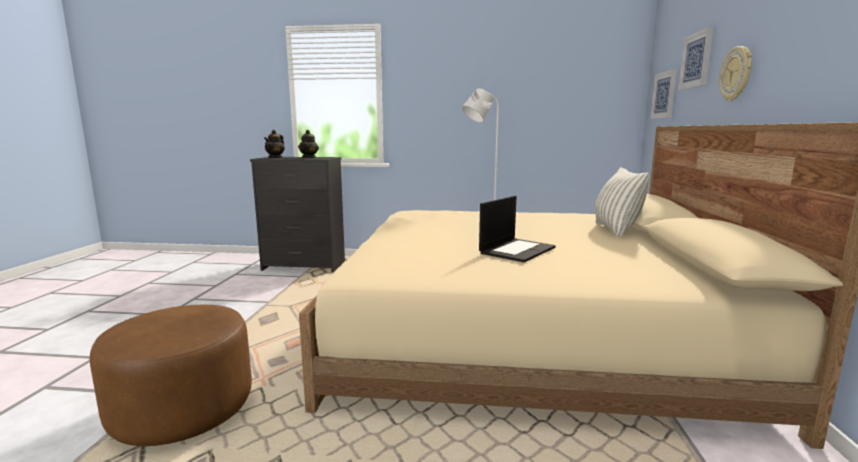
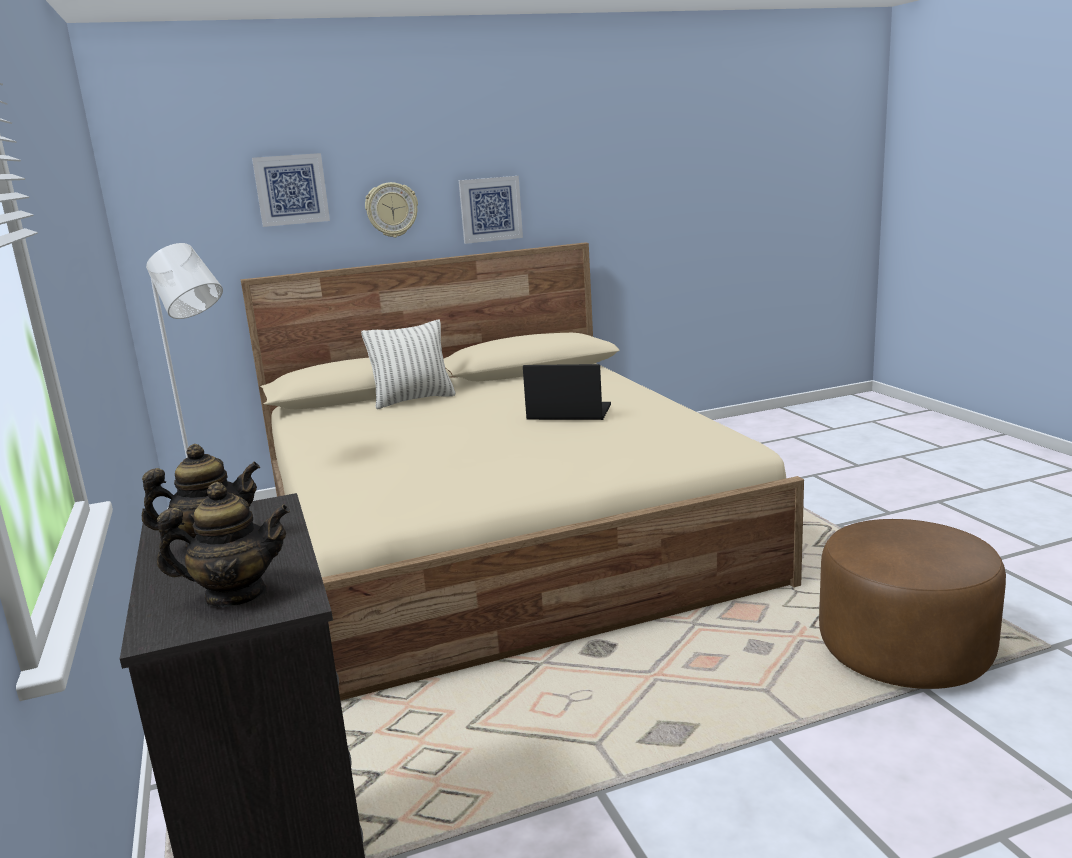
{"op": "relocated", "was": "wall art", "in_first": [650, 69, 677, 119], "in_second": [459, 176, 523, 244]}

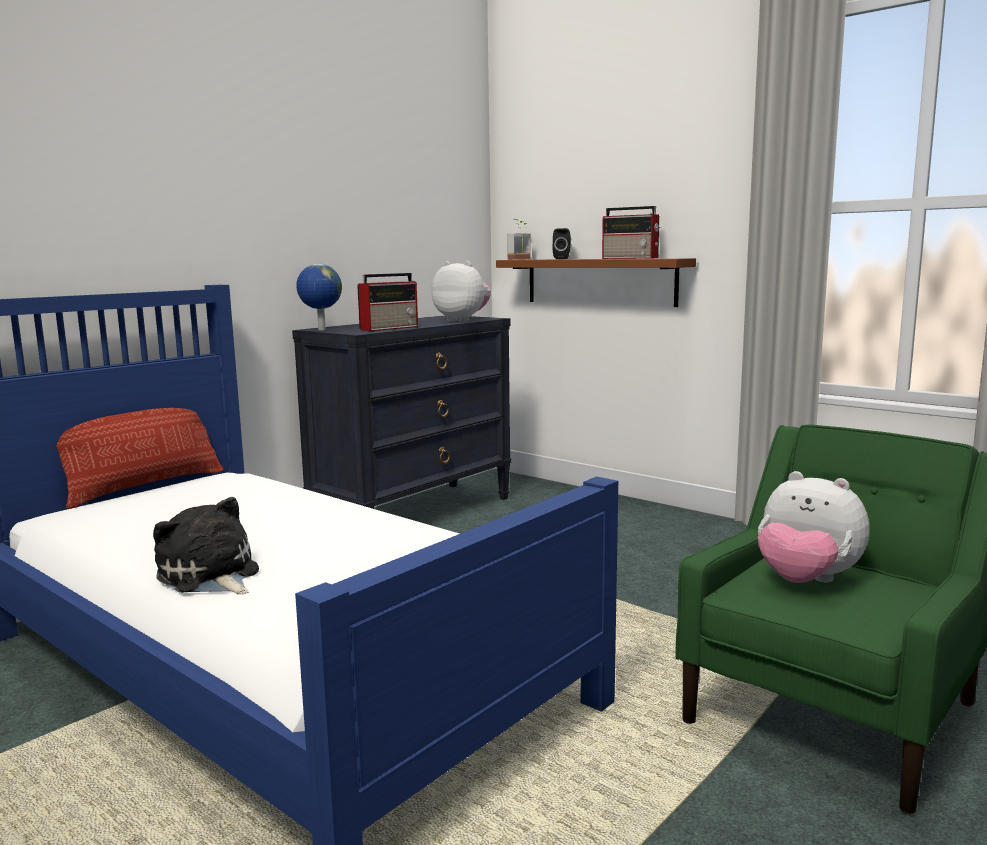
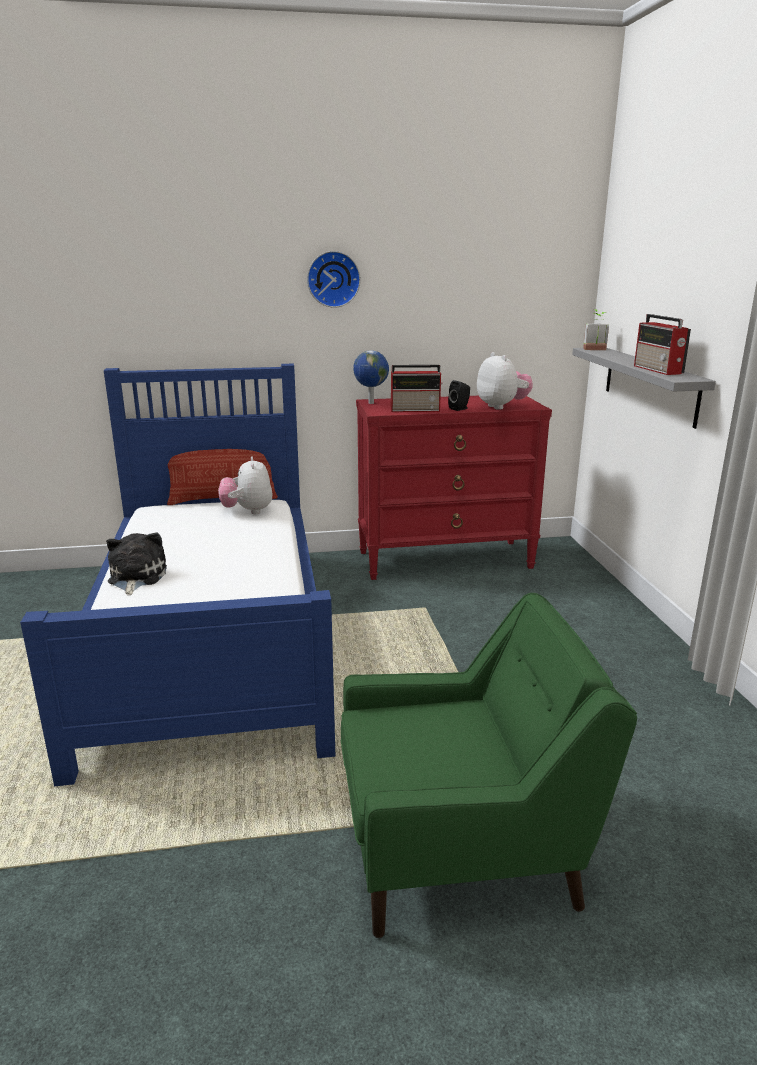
{"op": "appeared", "now": "hanging clock", "in_second": [307, 251, 361, 308]}
{"op": "relocated", "was": "blackish speaker", "in_first": [553, 228, 571, 259], "in_second": [448, 380, 470, 411]}
{"op": "relocated", "was": "soft toy", "in_first": [758, 471, 870, 583], "in_second": [218, 456, 272, 514]}
{"op": "colour", "was": "blackish drawer chest", "now": "red drawer chest", "in_first": [292, 315, 512, 509], "in_second": [356, 396, 552, 580]}
{"op": "colour", "was": "brownish shelf", "now": "greyish shelf", "in_first": [496, 258, 696, 307], "in_second": [572, 348, 716, 429]}

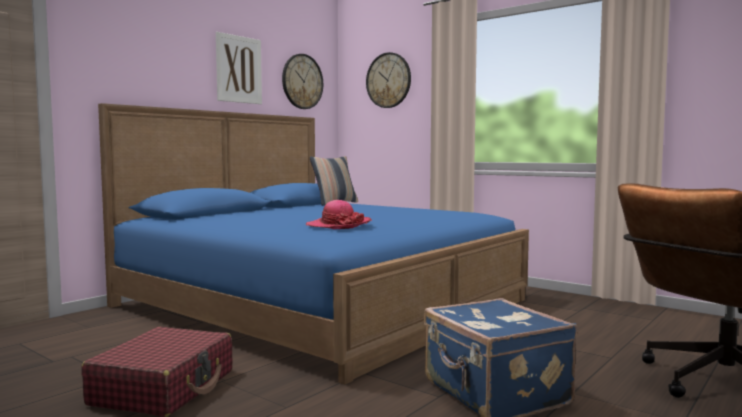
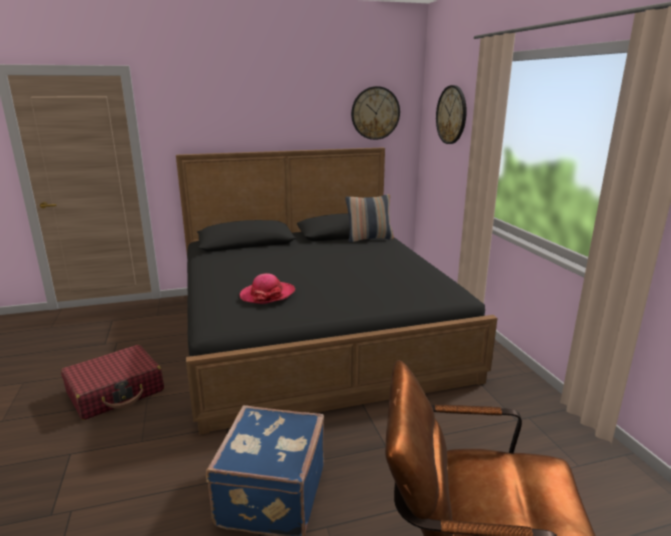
{"op": "missing", "was": "wall art", "in_first": [216, 32, 262, 104]}
{"op": "colour", "was": "blue sleeping bed", "now": "blackish sleeping bed", "in_first": [98, 103, 529, 385], "in_second": [176, 147, 498, 435]}

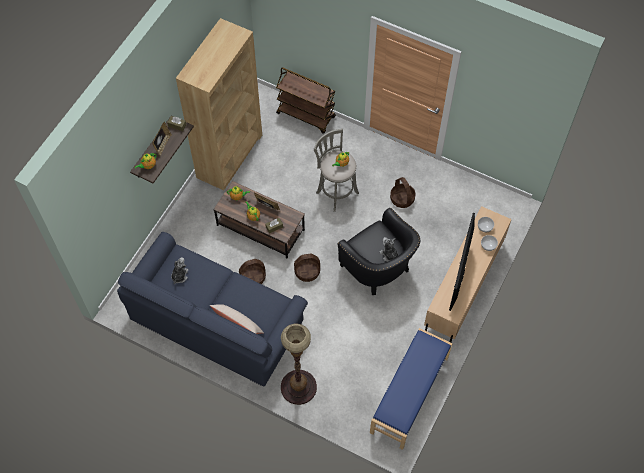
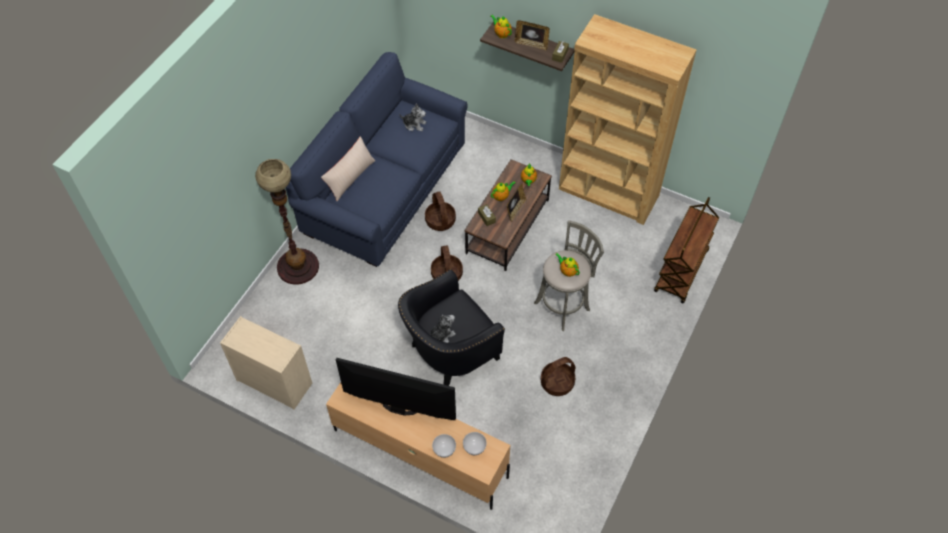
{"op": "exchanged", "was": "blue indoor bench", "now": "beige drawer chest", "in_first": [370, 328, 453, 450], "in_second": [220, 316, 312, 410]}

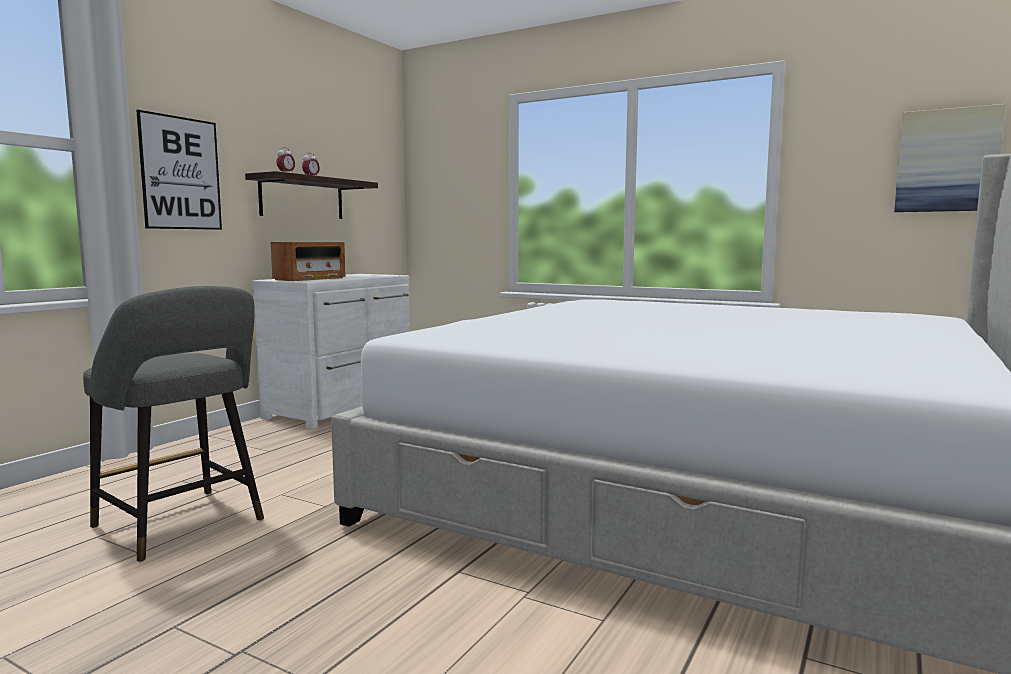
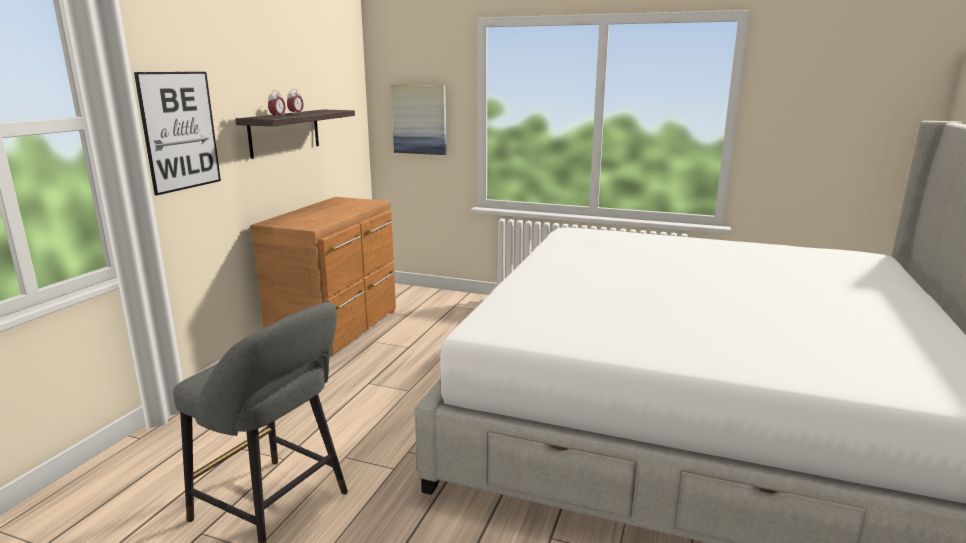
{"op": "missing", "was": "radio", "in_first": [271, 242, 345, 281]}
{"op": "relocated", "was": "wall art", "in_first": [894, 104, 1006, 212], "in_second": [391, 85, 447, 155]}
{"op": "colour", "was": "whitish drawer chest", "now": "brownish drawer chest", "in_first": [252, 274, 410, 428], "in_second": [250, 197, 396, 355]}

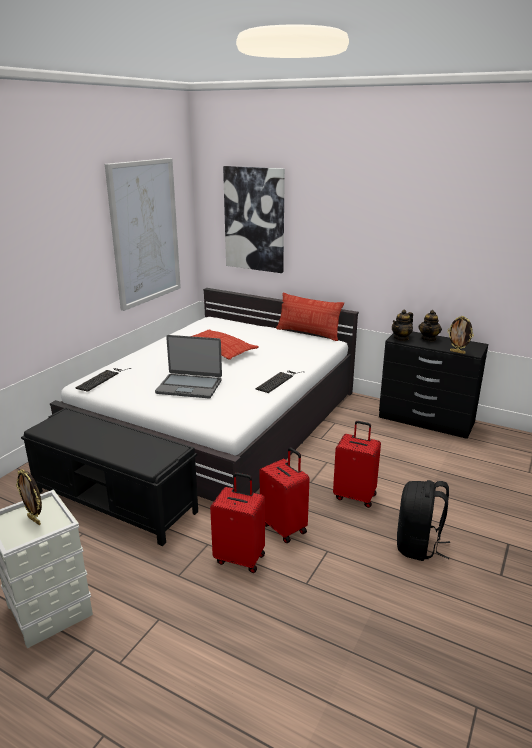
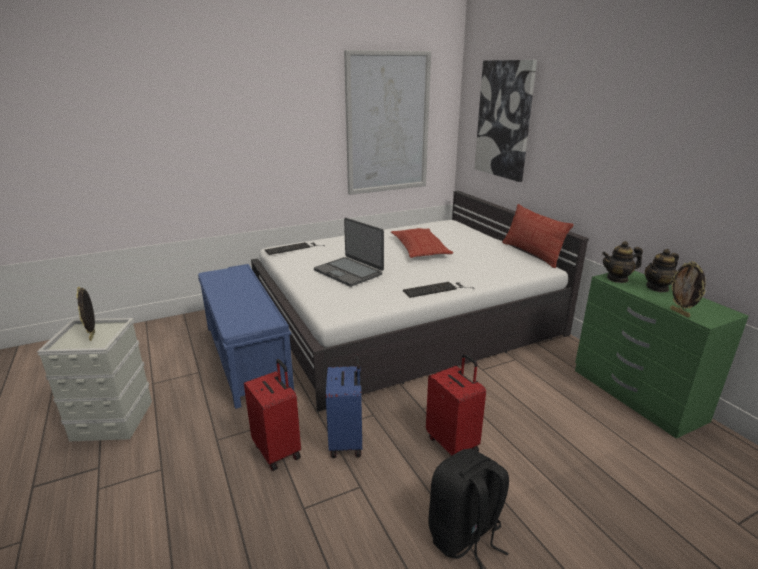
{"op": "colour", "was": "blackish indoor bench", "now": "blue indoor bench", "in_first": [21, 407, 198, 546], "in_second": [198, 264, 294, 409]}
{"op": "colour", "was": "red travel case", "now": "blue travel case", "in_first": [260, 447, 309, 543], "in_second": [326, 355, 362, 458]}
{"op": "colour", "was": "blackish drawer chest", "now": "greenish drawer chest", "in_first": [379, 331, 488, 439], "in_second": [575, 270, 749, 439]}

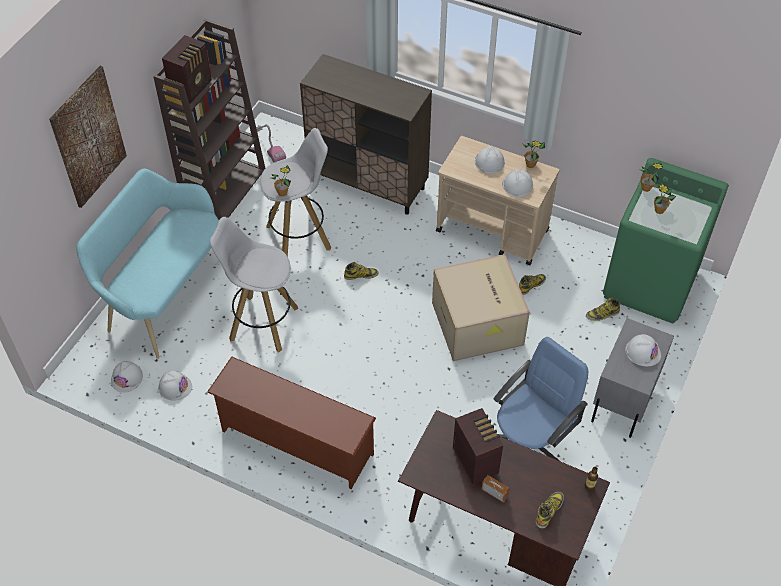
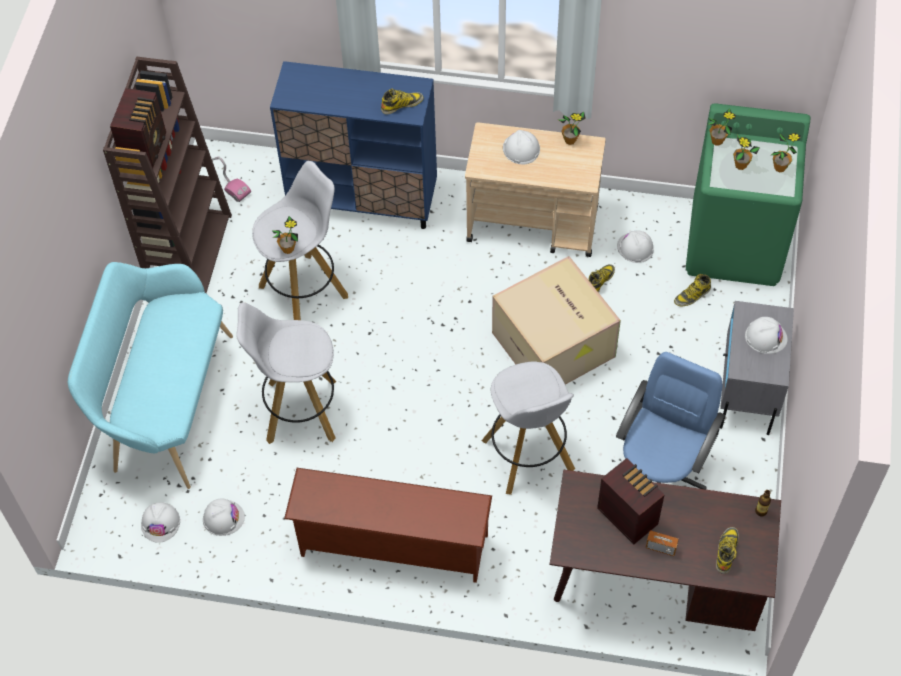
{"op": "missing", "was": "wall art", "in_first": [49, 66, 127, 208]}
{"op": "appeared", "now": "whitish sitting stool", "in_second": [482, 362, 575, 495]}
{"op": "appeared", "now": "plant in a pot", "in_second": [771, 133, 801, 172]}
{"op": "relocated", "was": "high-top boot", "in_first": [344, 262, 379, 280], "in_second": [381, 88, 424, 114]}
{"op": "relocated", "was": "whitish hard hat", "in_first": [502, 169, 533, 197], "in_second": [617, 230, 654, 263]}
{"op": "colour", "was": "brownish cupboard", "now": "blue cupboard", "in_first": [300, 54, 432, 215], "in_second": [270, 61, 437, 229]}

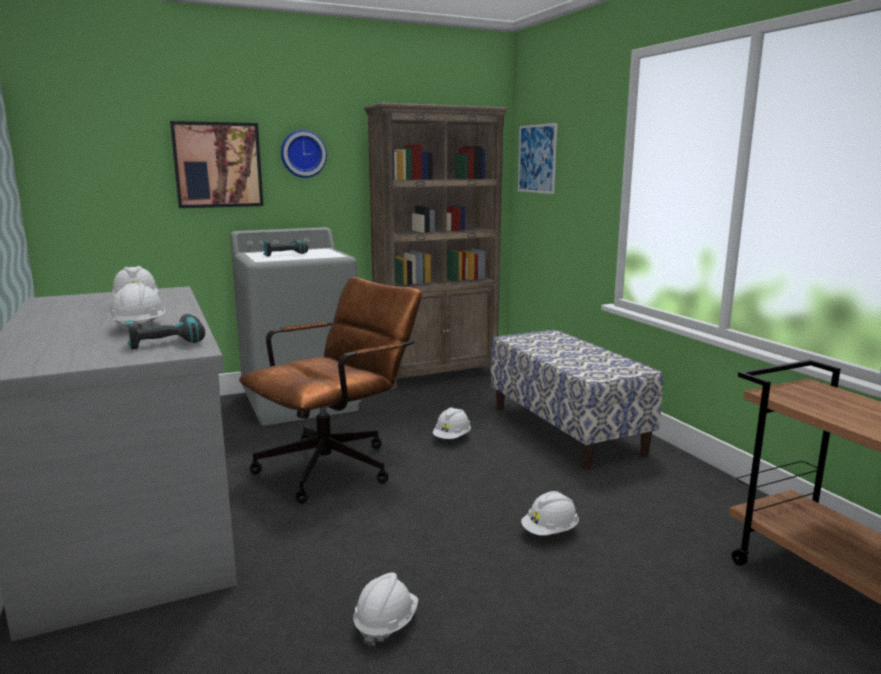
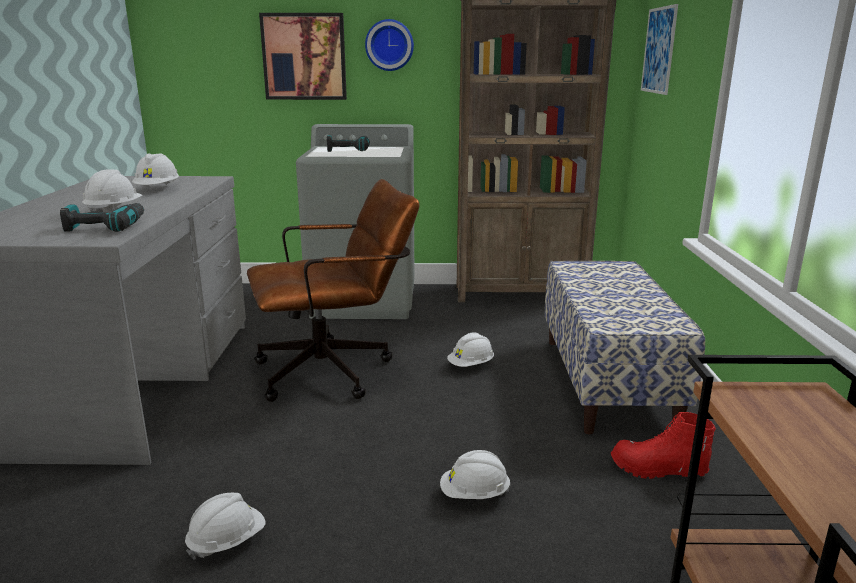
{"op": "appeared", "now": "red high-top boot", "in_second": [611, 412, 716, 479]}

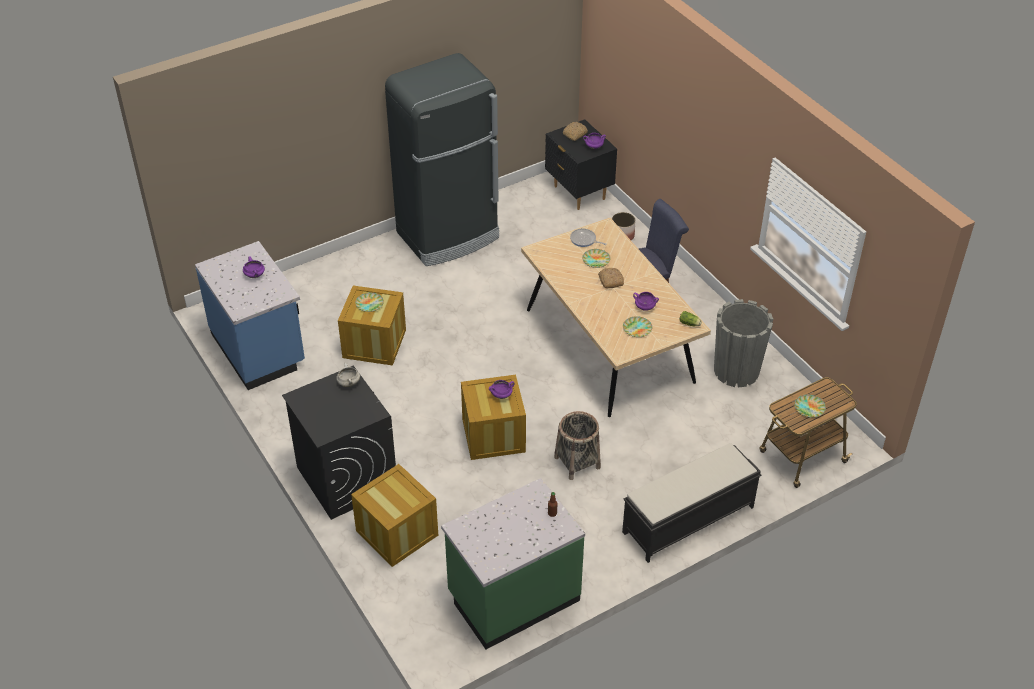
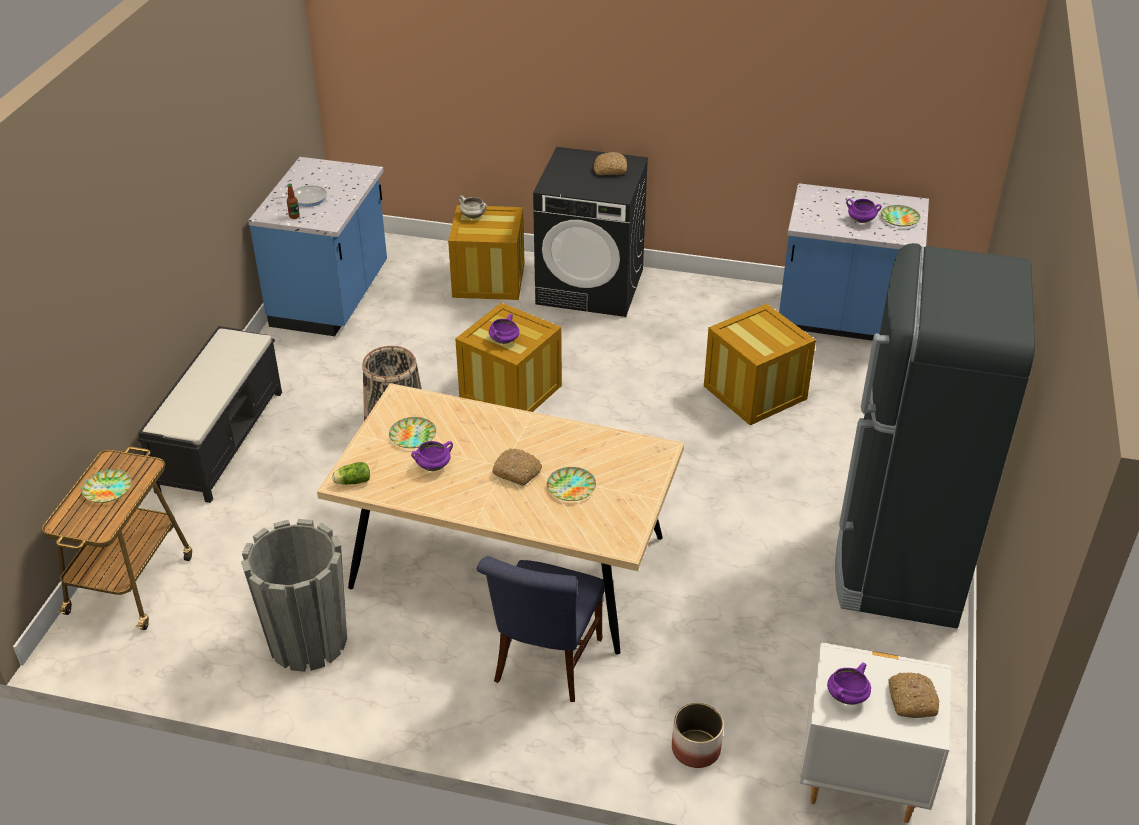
{"op": "appeared", "now": "baked bread", "in_second": [593, 152, 627, 175]}
{"op": "relocated", "was": "whitish cooking pot", "in_first": [336, 363, 360, 387], "in_second": [458, 195, 487, 219]}
{"op": "relocated", "was": "dinner plate", "in_first": [355, 292, 384, 312], "in_second": [881, 205, 920, 227]}
{"op": "relocated", "was": "skillet", "in_first": [570, 229, 607, 247], "in_second": [272, 185, 327, 207]}
{"op": "colour", "was": "greenish counter", "now": "blue counter", "in_first": [441, 478, 585, 649], "in_second": [248, 157, 387, 336]}
{"op": "colour", "was": "blackish night table", "now": "whitish night table", "in_first": [545, 119, 617, 210], "in_second": [800, 642, 951, 823]}

